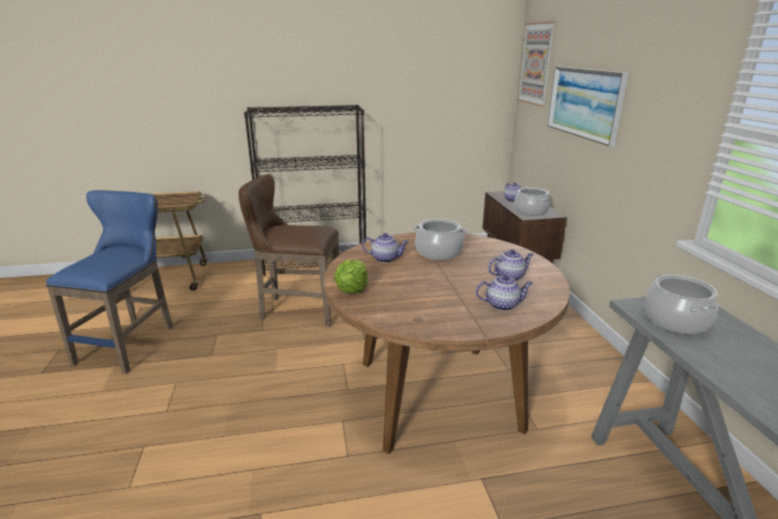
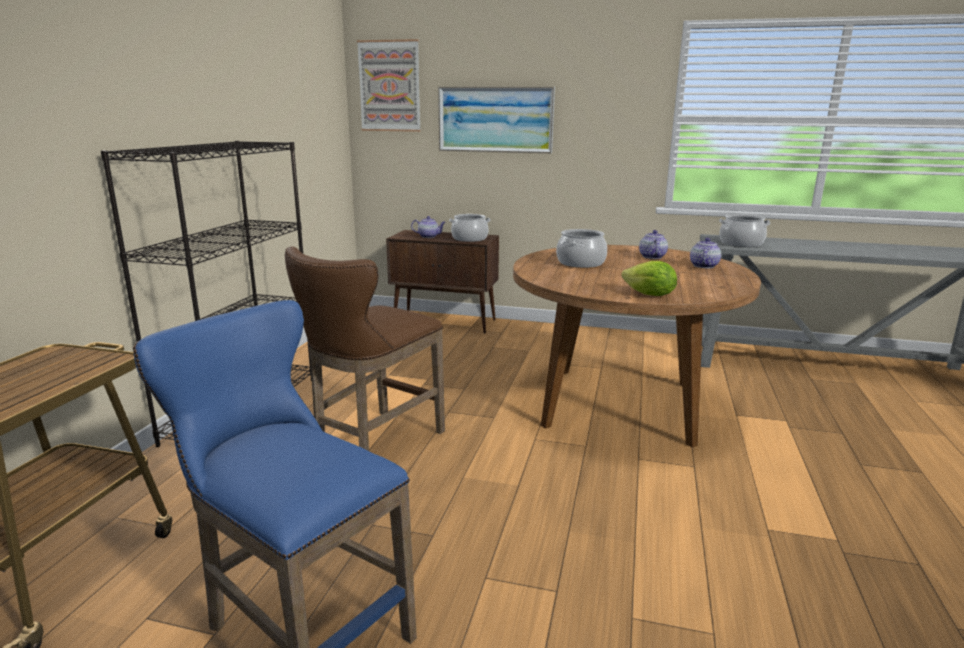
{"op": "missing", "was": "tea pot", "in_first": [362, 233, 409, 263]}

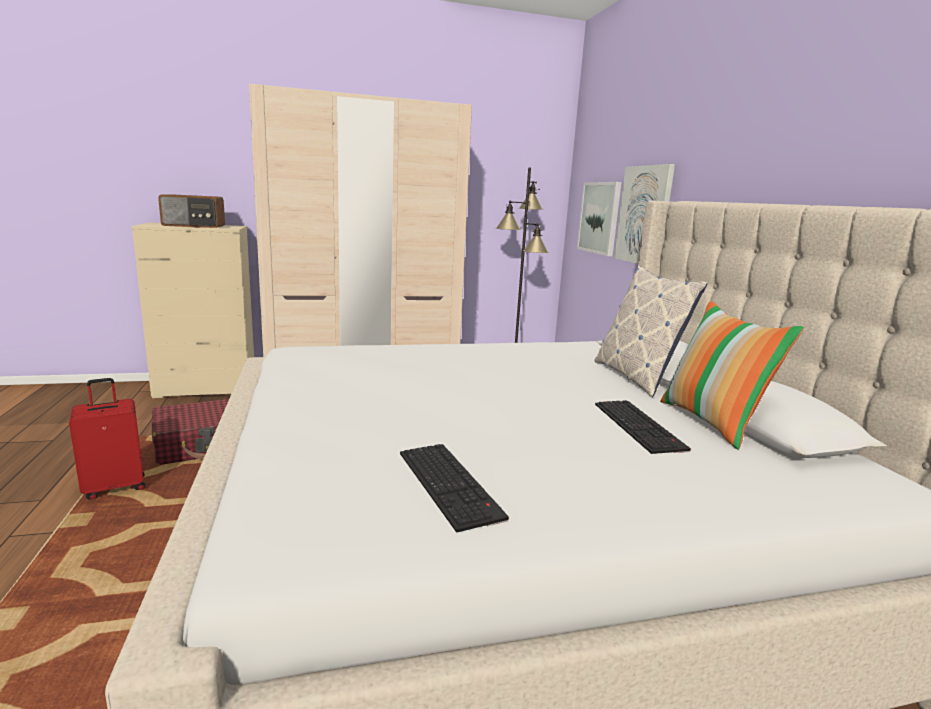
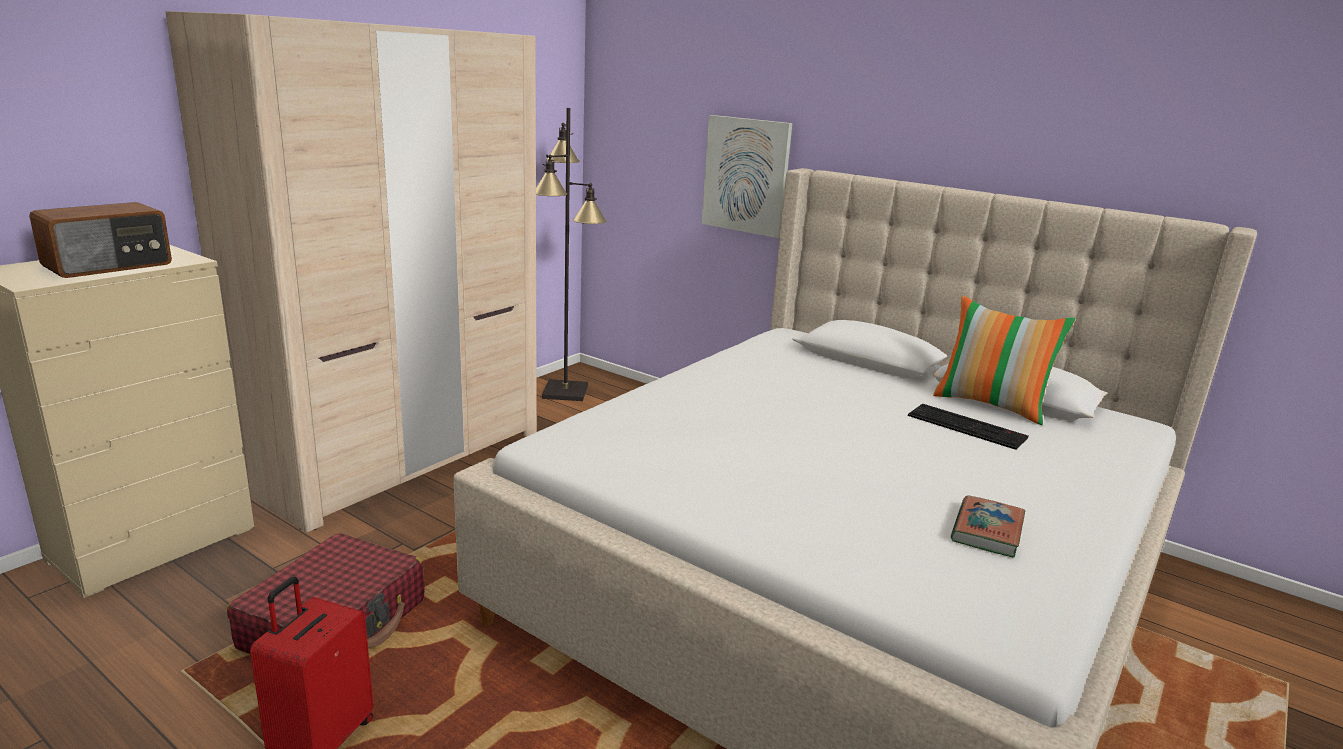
{"op": "missing", "was": "wall art", "in_first": [577, 182, 621, 256]}
{"op": "missing", "was": "throw pillow", "in_first": [594, 266, 707, 397]}
{"op": "exchanged", "was": "computer keyboard", "now": "bound book", "in_first": [400, 444, 509, 533], "in_second": [951, 495, 1025, 558]}

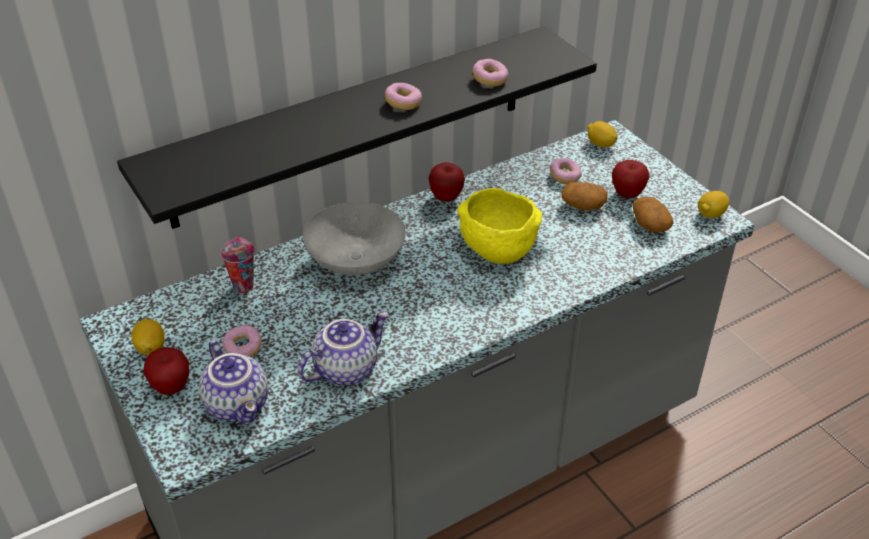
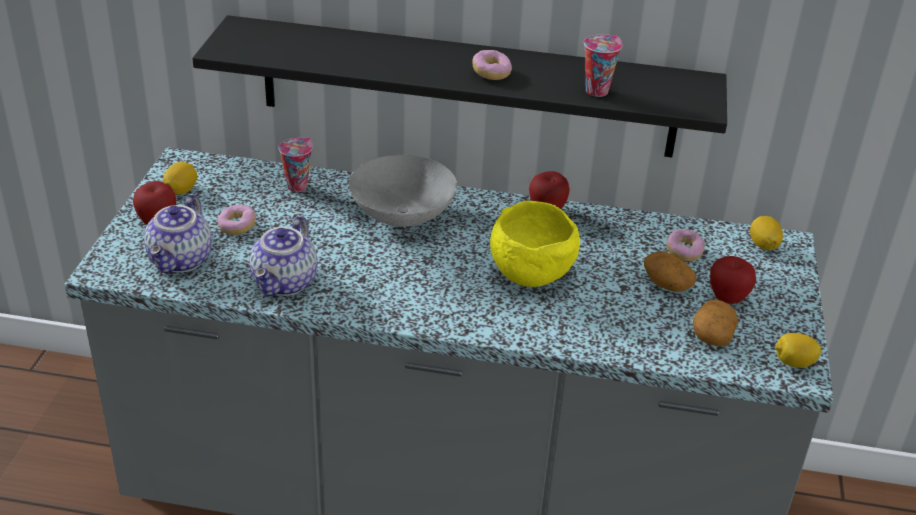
{"op": "exchanged", "was": "doughnut", "now": "drinking cup", "in_first": [472, 59, 509, 87], "in_second": [584, 35, 622, 97]}
{"op": "spun", "was": "tea pot", "in_first": [298, 311, 389, 385], "in_second": [250, 215, 318, 296], "clockwise": 105}

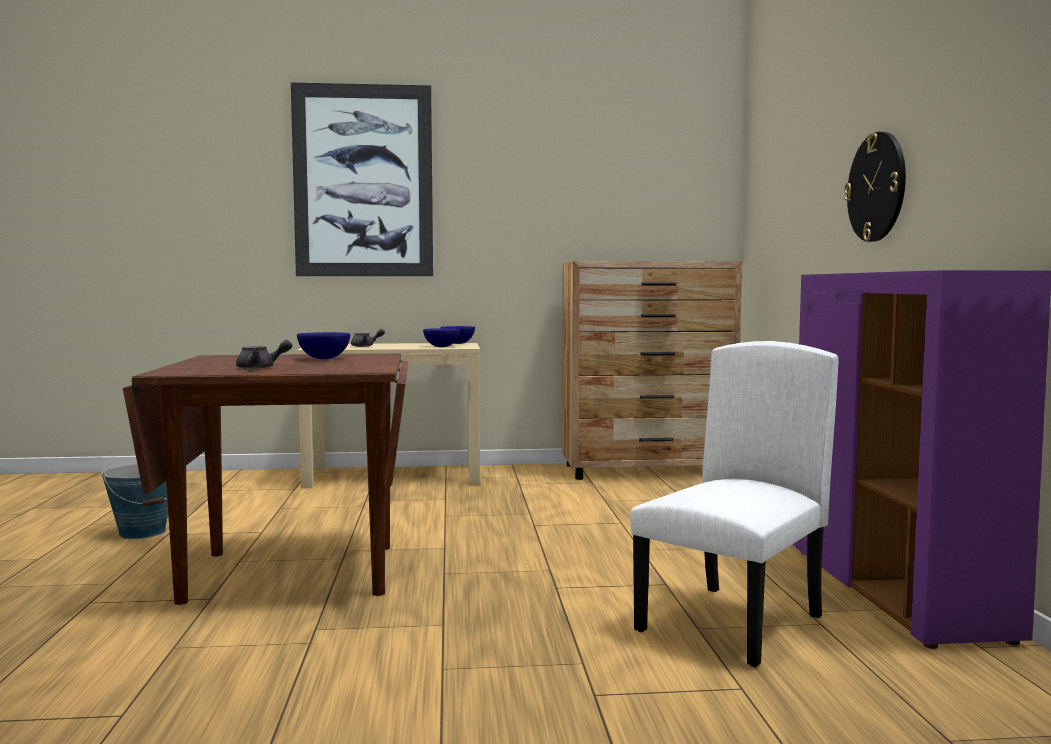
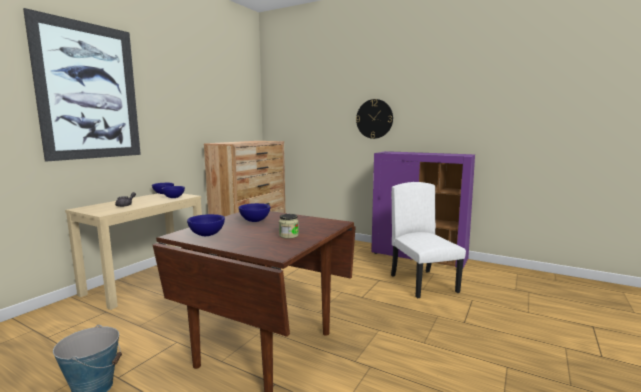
{"op": "appeared", "now": "blue deep dish", "in_second": [187, 214, 225, 236]}
{"op": "exchanged", "was": "greyish tea pot", "now": "preserve jar", "in_first": [236, 340, 292, 369], "in_second": [279, 214, 299, 239]}

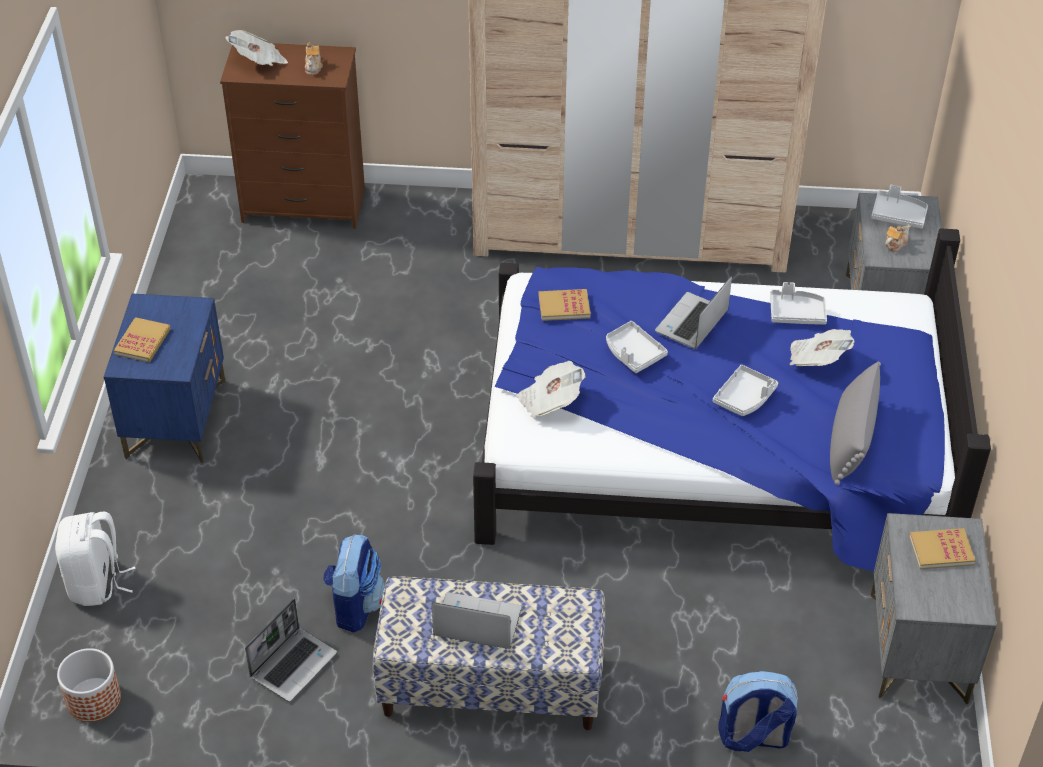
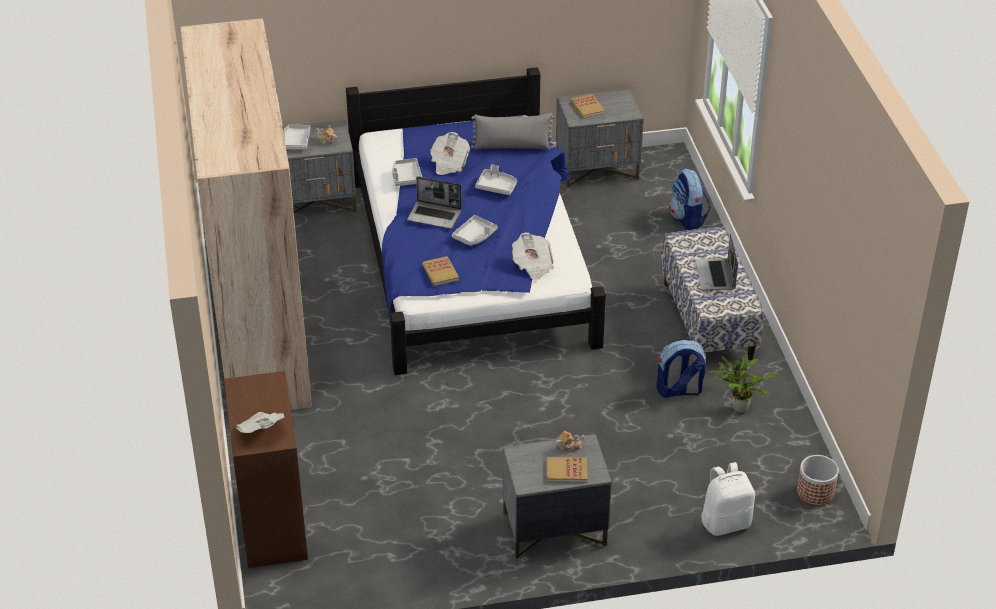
{"op": "relocated", "was": "tea pot", "in_first": [305, 42, 323, 75], "in_second": [556, 431, 585, 453]}
{"op": "exchanged", "was": "laptop", "now": "plant in a pot", "in_first": [245, 599, 337, 702], "in_second": [707, 353, 777, 413]}
{"op": "colour", "was": "blue night table", "now": "greyish night table", "in_first": [104, 293, 226, 464], "in_second": [502, 434, 612, 560]}

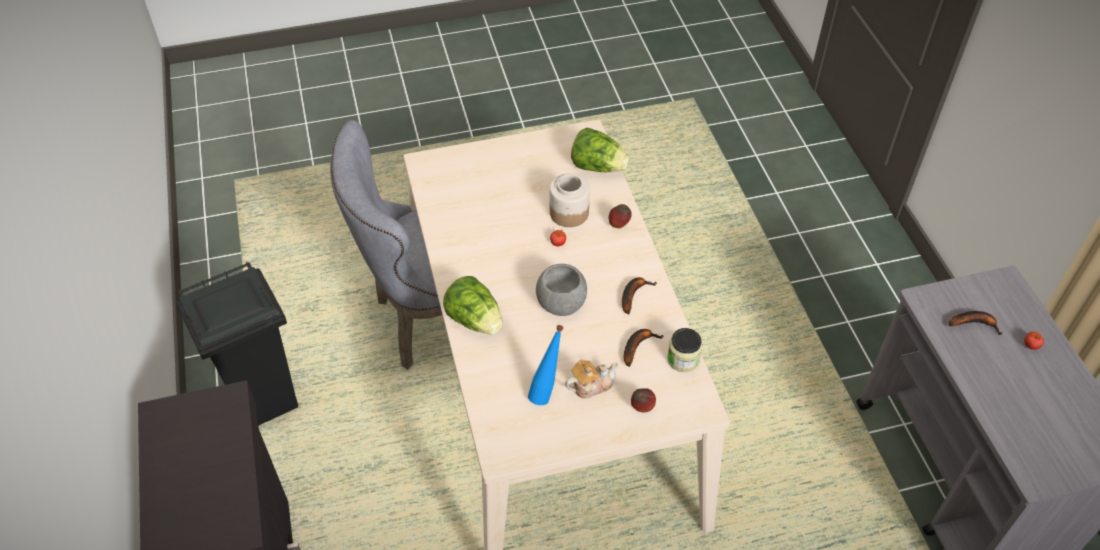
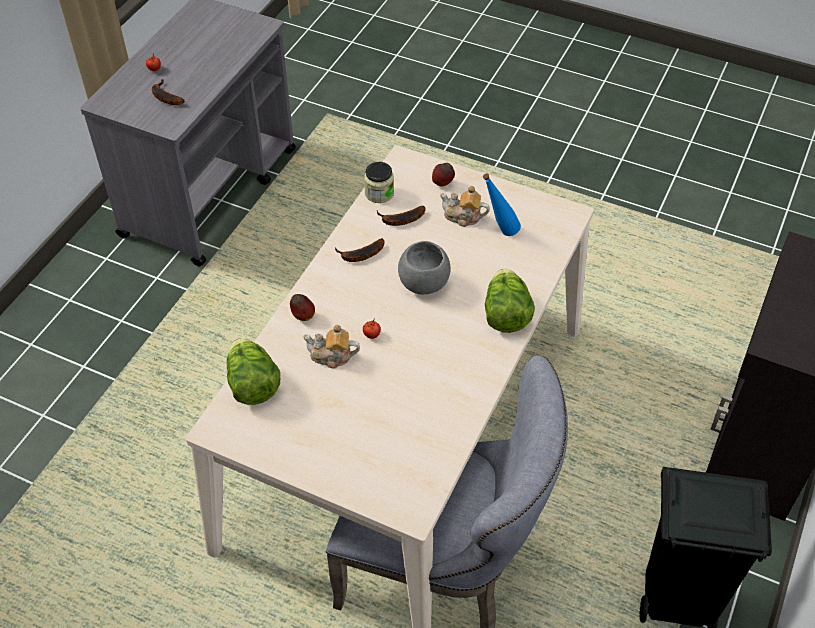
{"op": "exchanged", "was": "preserve jar", "now": "tea pot", "in_first": [550, 174, 590, 227], "in_second": [303, 325, 360, 369]}

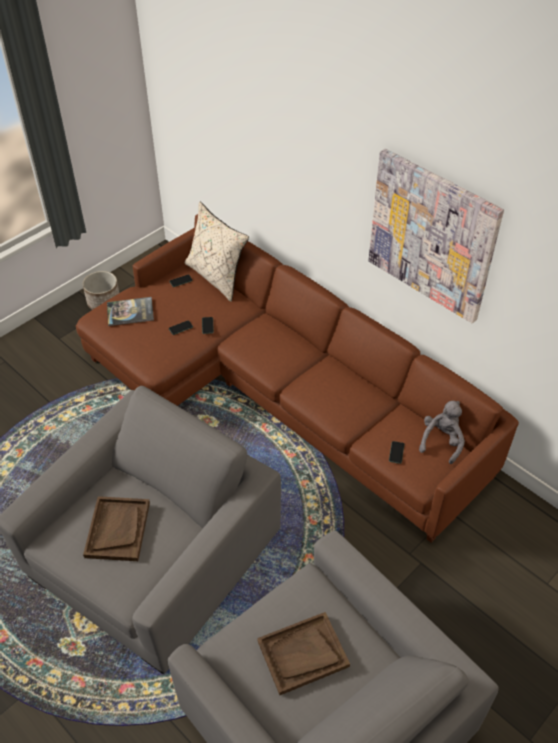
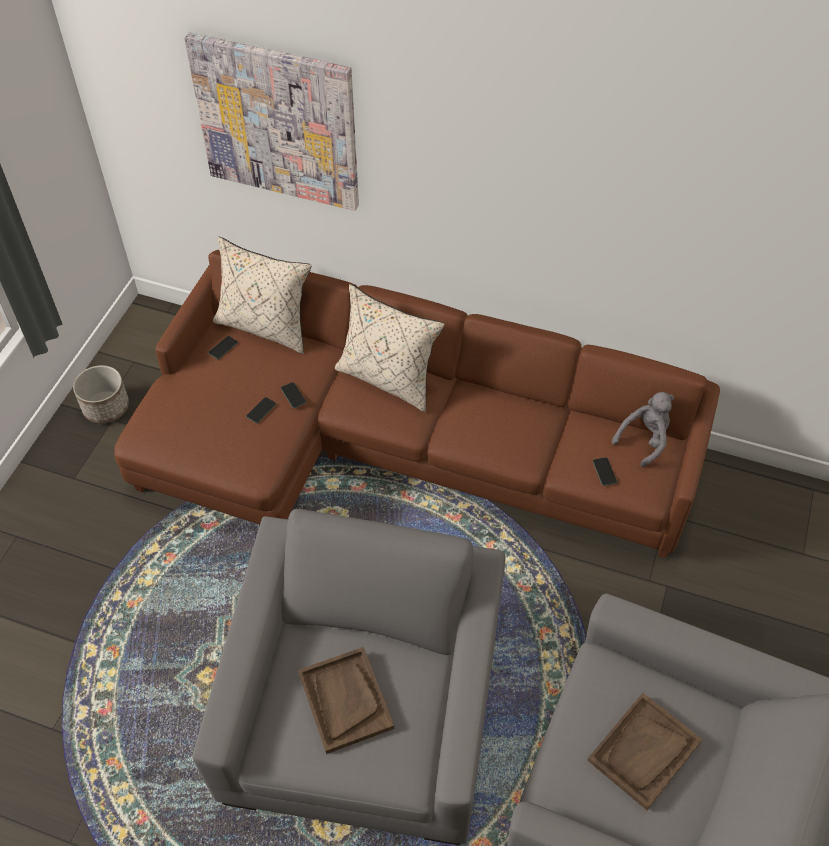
{"op": "missing", "was": "bound book", "in_first": [107, 297, 154, 326]}
{"op": "appeared", "now": "beige throw pillow", "in_second": [335, 284, 445, 412]}
{"op": "relocated", "was": "wall art", "in_first": [368, 149, 504, 323], "in_second": [184, 32, 359, 211]}
{"op": "spun", "was": "greyish soft toy", "in_first": [419, 401, 465, 464], "in_second": [612, 392, 674, 467], "clockwise": 45}

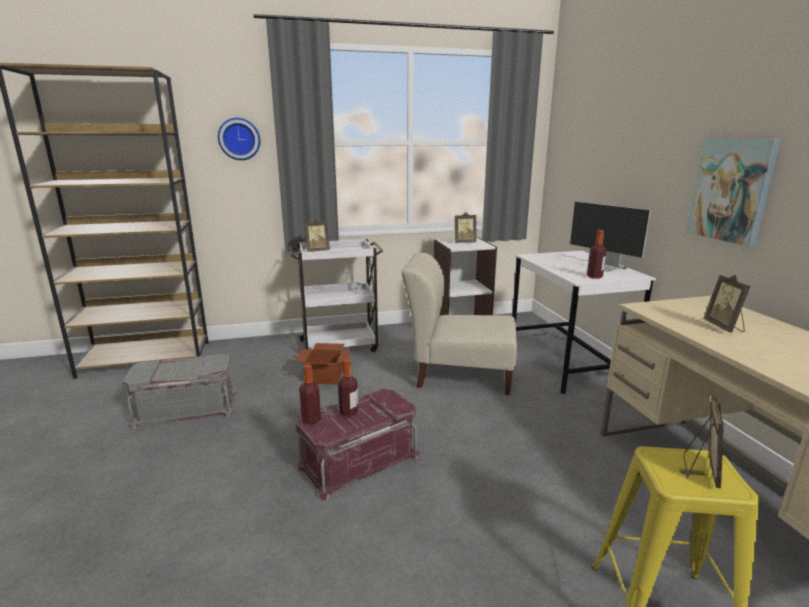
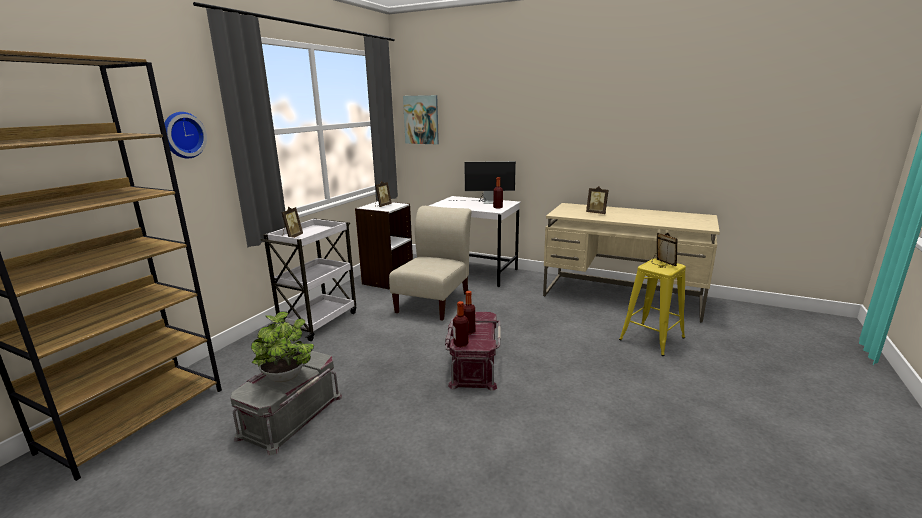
{"op": "missing", "was": "carton", "in_first": [294, 343, 352, 385]}
{"op": "appeared", "now": "plant in a pot", "in_second": [251, 311, 314, 383]}
{"op": "relocated", "was": "wall art", "in_first": [686, 139, 781, 247], "in_second": [403, 95, 439, 144]}
{"op": "spun", "was": "beige plain chair", "in_first": [402, 252, 517, 395], "in_second": [389, 206, 472, 321], "clockwise": 150}

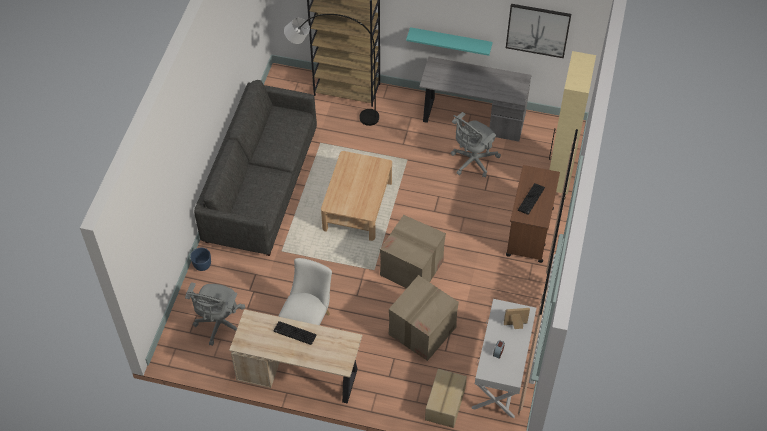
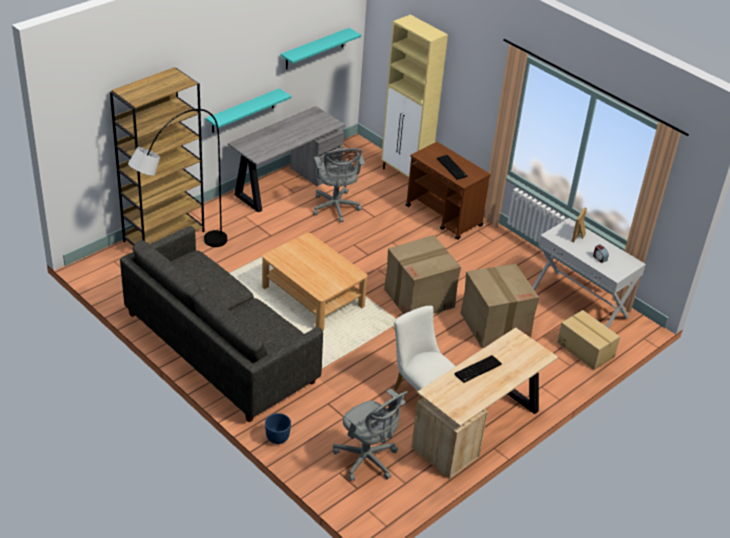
{"op": "exchanged", "was": "wall art", "now": "turquoise-coloured shelf", "in_first": [506, 4, 571, 58], "in_second": [281, 28, 361, 69]}

